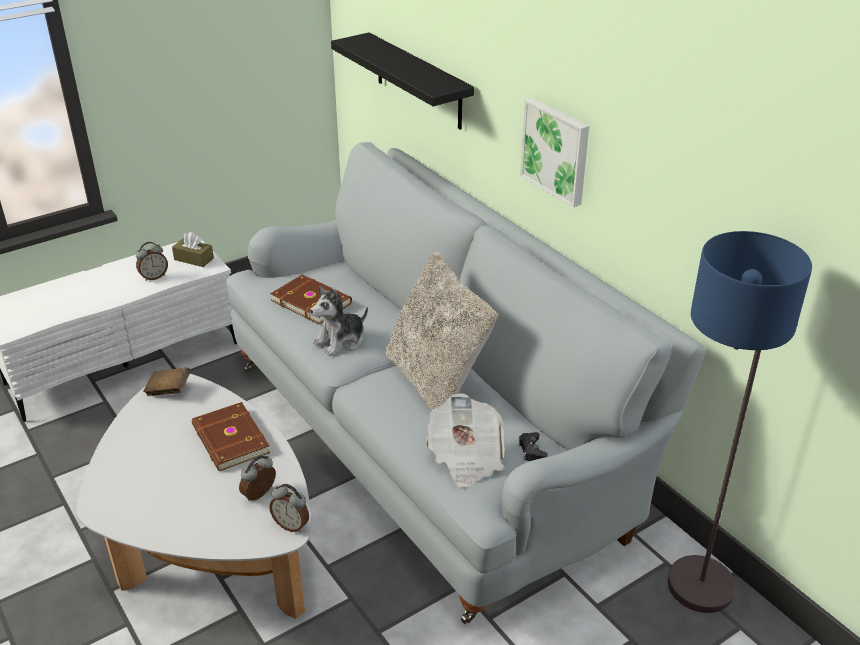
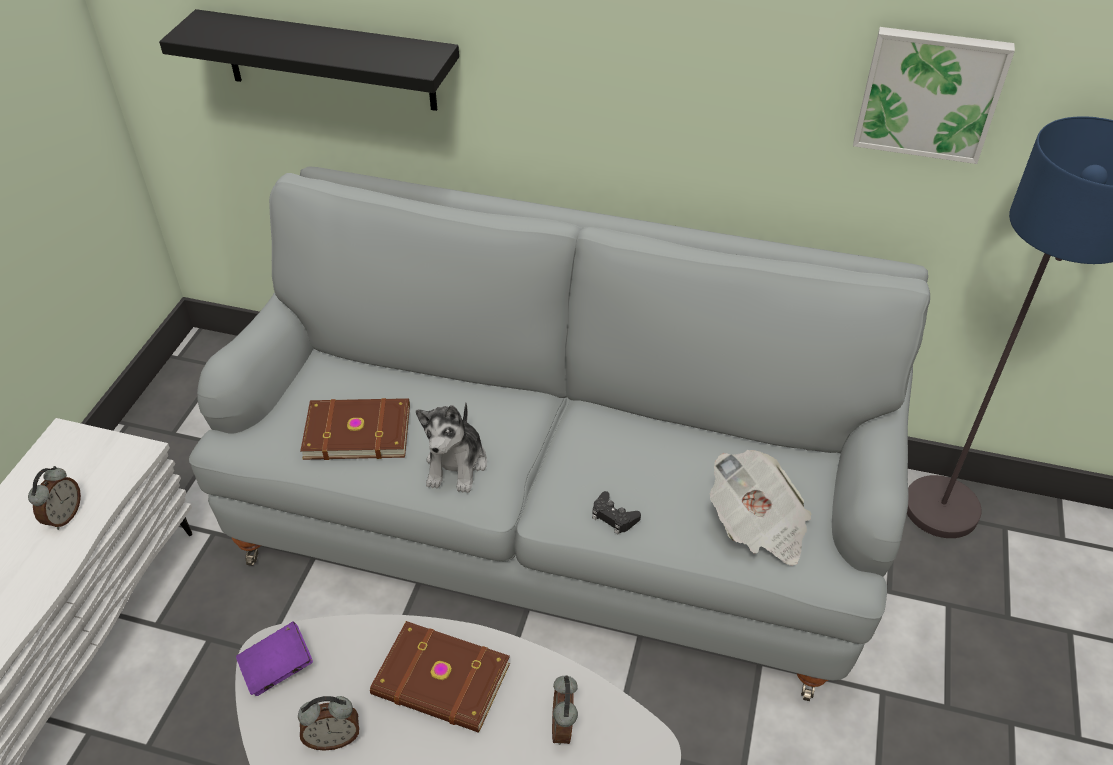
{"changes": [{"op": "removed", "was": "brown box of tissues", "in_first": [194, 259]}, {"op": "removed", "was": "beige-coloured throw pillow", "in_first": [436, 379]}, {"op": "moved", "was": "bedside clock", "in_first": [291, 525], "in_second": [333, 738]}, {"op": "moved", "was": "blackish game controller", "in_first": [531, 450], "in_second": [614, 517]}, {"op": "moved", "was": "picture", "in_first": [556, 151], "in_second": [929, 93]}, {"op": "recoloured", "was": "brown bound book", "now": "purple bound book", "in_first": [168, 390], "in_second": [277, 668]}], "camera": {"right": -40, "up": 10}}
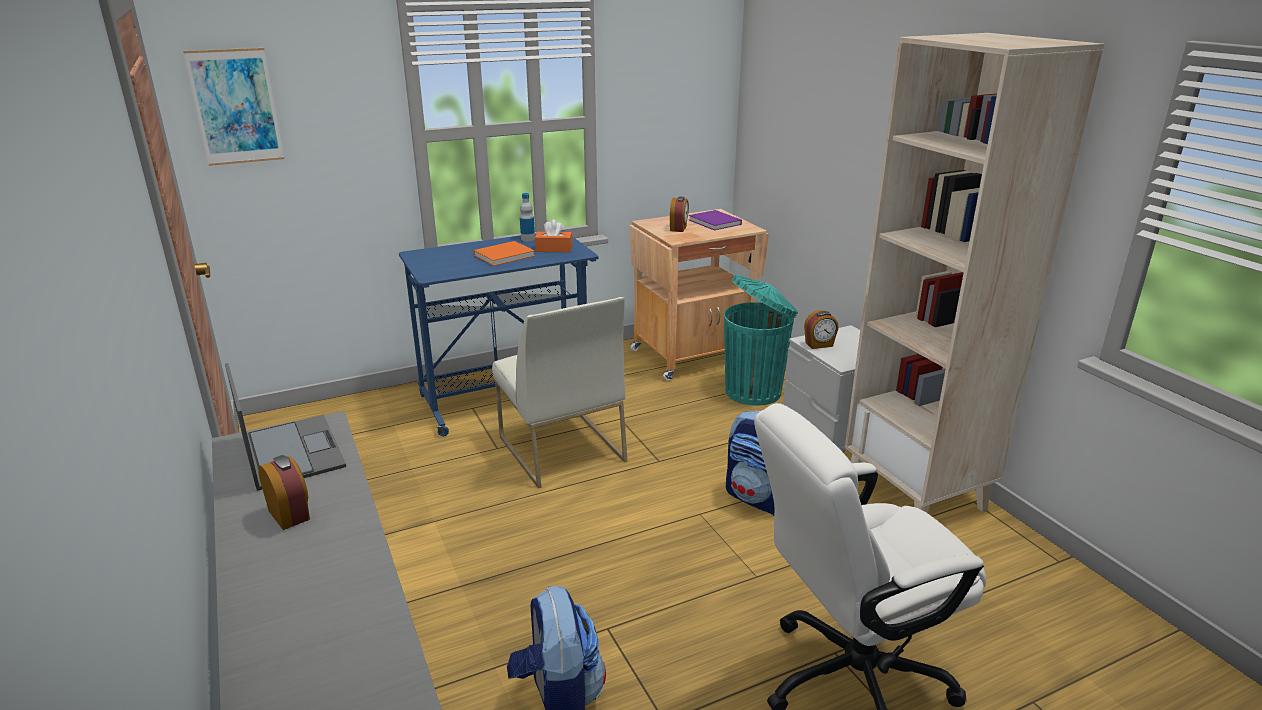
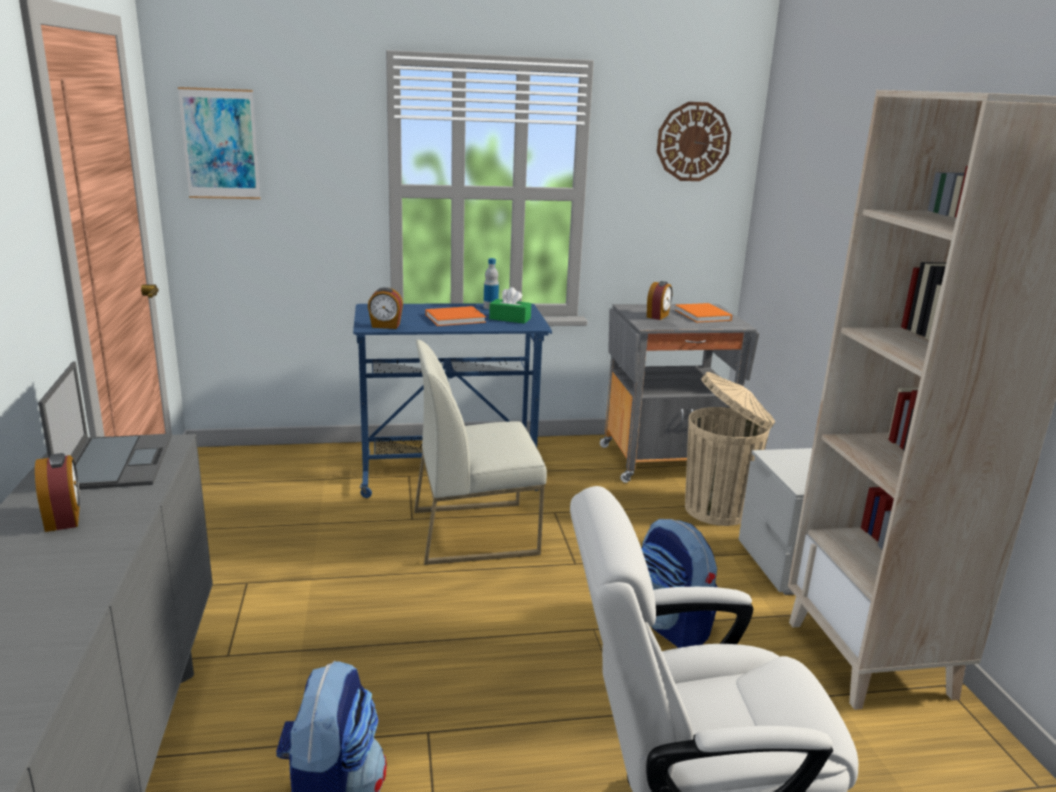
{"changes": [{"op": "added", "now": "wall clock", "in_second": [693, 142]}, {"op": "moved", "was": "bedside clock", "in_first": [819, 345], "in_second": [385, 326]}, {"op": "recoloured", "was": "orangey box of tissues", "now": "greenish box of tissues", "in_first": [554, 249], "in_second": [510, 319]}, {"op": "recoloured", "was": "brown wheeled cart", "now": "grey wheeled cart", "in_first": [692, 356], "in_second": [665, 462]}, {"op": "recoloured", "was": "purple bound book", "now": "orangey bound book", "in_first": [715, 222], "in_second": [703, 315]}, {"op": "recoloured", "was": "turquoise waste bin", "now": "beige-coloured waste bin", "in_first": [755, 391], "in_second": [719, 510]}, {"op": "turned", "was": "white upright chair", "in_first": [560, 449], "in_second": [475, 531], "clockwise": 90}], "camera": {"right": 15, "up": -5}}
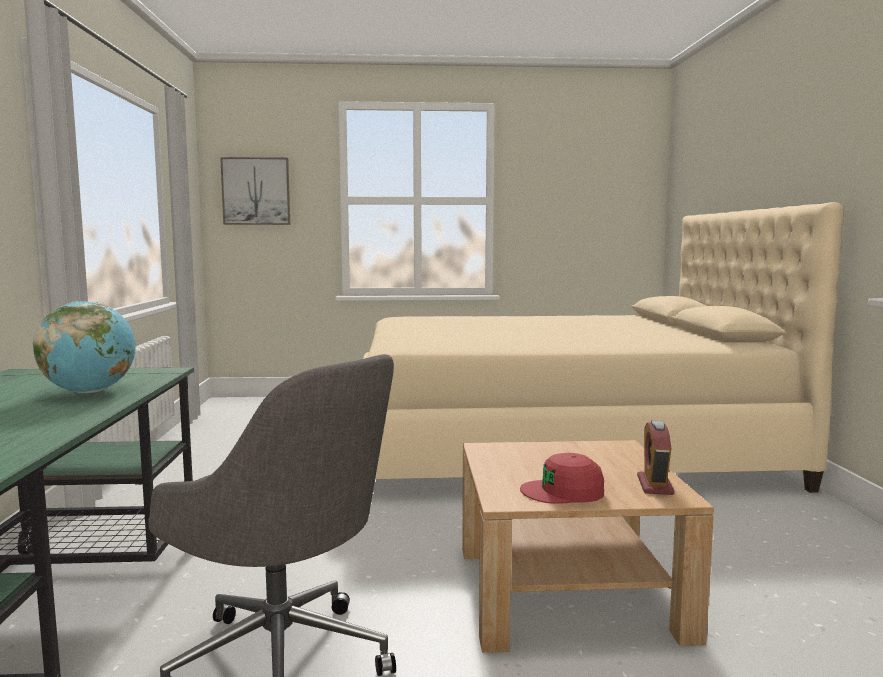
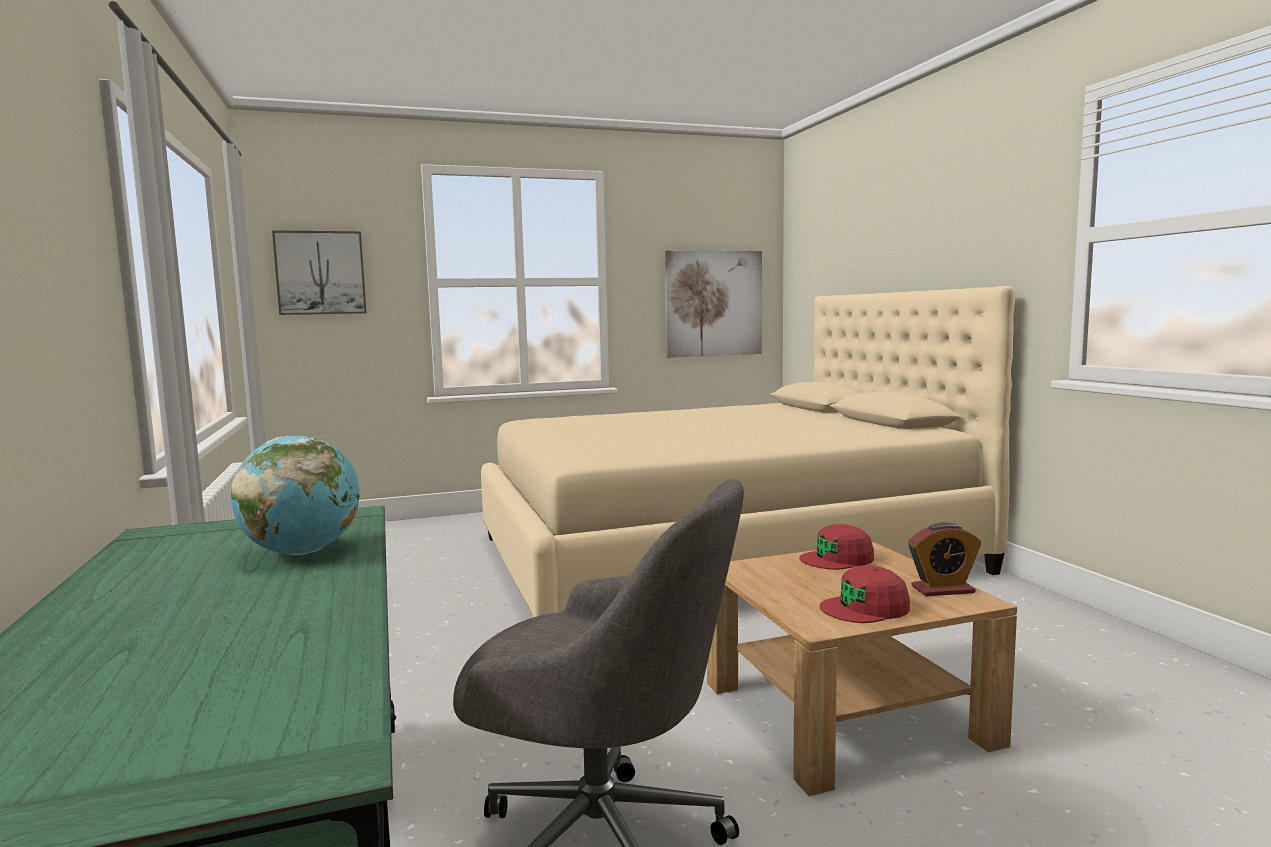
{"changes": [{"op": "added", "now": "picture", "in_second": [713, 303]}, {"op": "added", "now": "reddish cap", "in_second": [837, 559]}, {"op": "turned", "was": "bedside clock", "in_first": [655, 485], "in_second": [942, 590], "clockwise": -90}], "camera": {"right": -15, "up": 0}}
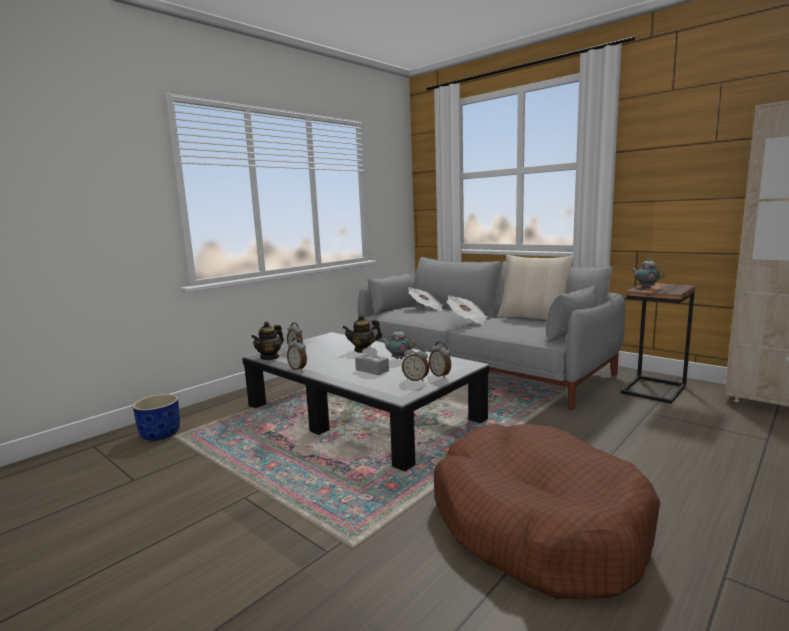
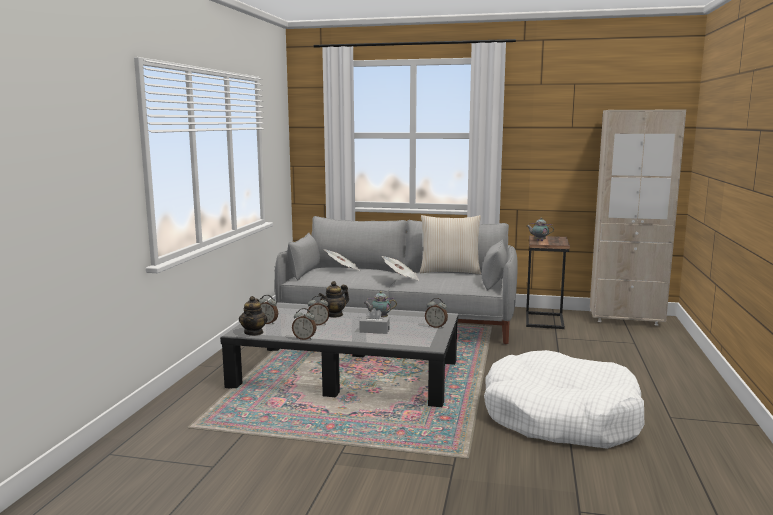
{"changes": [{"op": "removed", "was": "blue plant pot", "in_first": [161, 434]}, {"op": "moved", "was": "bedside clock", "in_first": [416, 379], "in_second": [318, 324]}, {"op": "recoloured", "was": "brown dog cushion", "now": "white dog cushion", "in_first": [536, 525], "in_second": [560, 417]}], "camera": {"right": -30, "up": 0}}
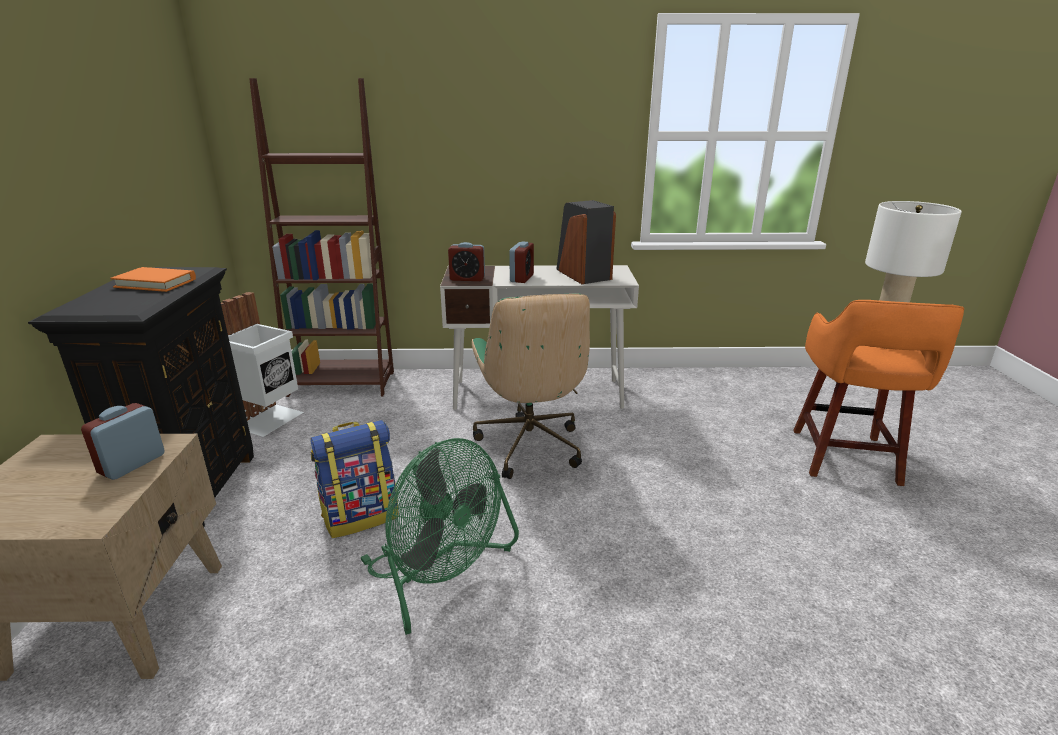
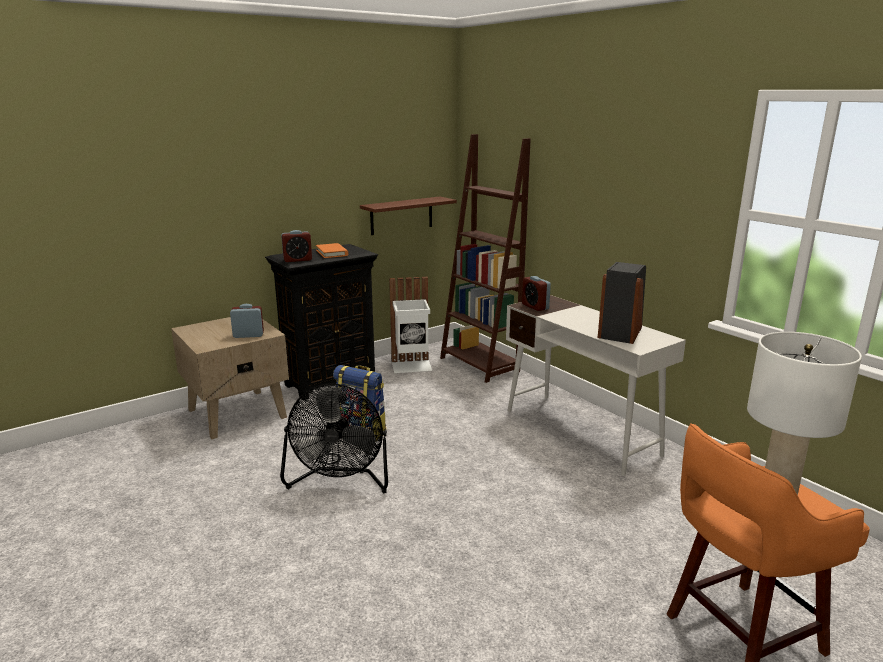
{"changes": [{"op": "removed", "was": "greenish computer chair", "in_first": [529, 450]}, {"op": "added", "now": "brown wall shelf", "in_second": [401, 215]}, {"op": "moved", "was": "bedside clock", "in_first": [521, 278], "in_second": [297, 260]}, {"op": "recoloured", "was": "greenish fan", "now": "blackish fan", "in_first": [437, 577], "in_second": [337, 478]}], "camera": {"right": 55, "up": -5}}
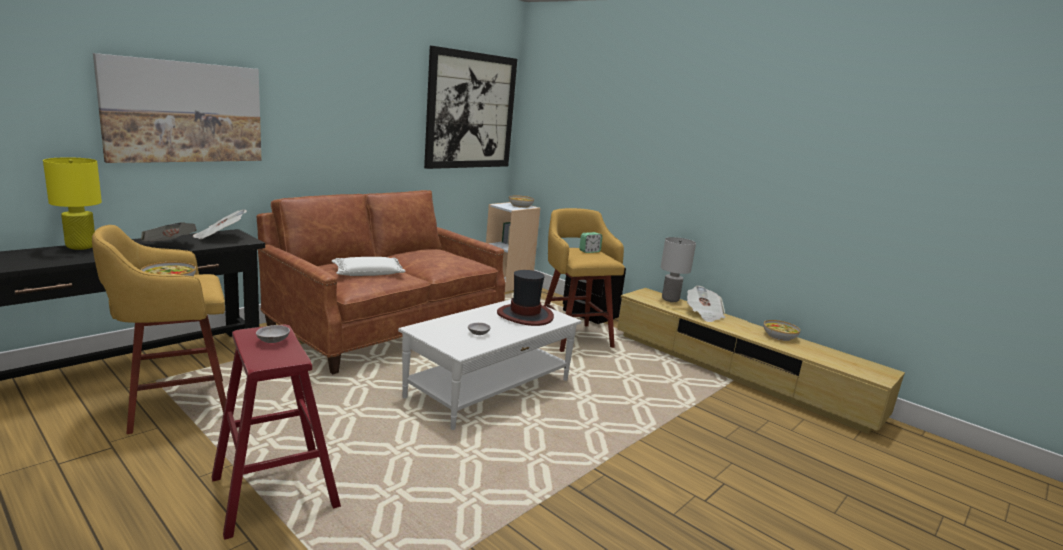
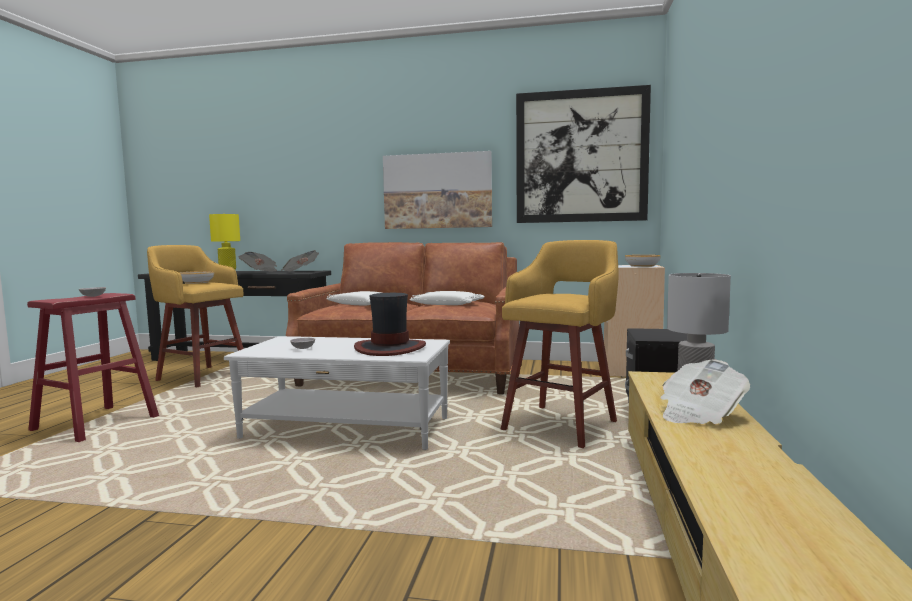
{"changes": [{"op": "removed", "was": "bedside clock", "in_first": [589, 251]}, {"op": "removed", "was": "bowl", "in_first": [779, 336]}, {"op": "added", "now": "white throw pillow", "in_second": [447, 303]}, {"op": "moved", "was": "picture", "in_first": [184, 112], "in_second": [437, 191]}], "camera": {"right": 60, "up": -10}}
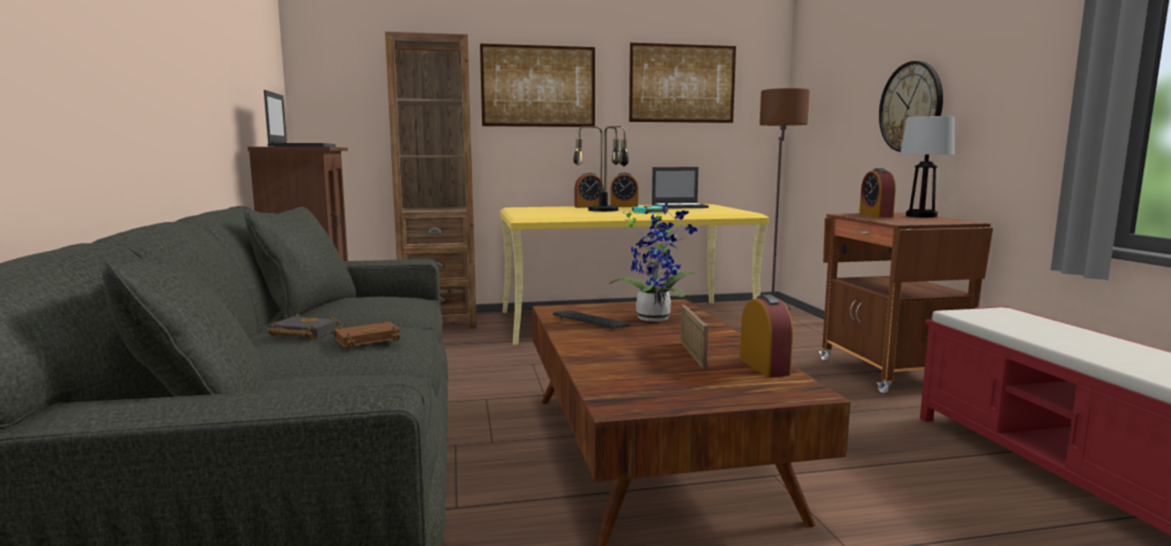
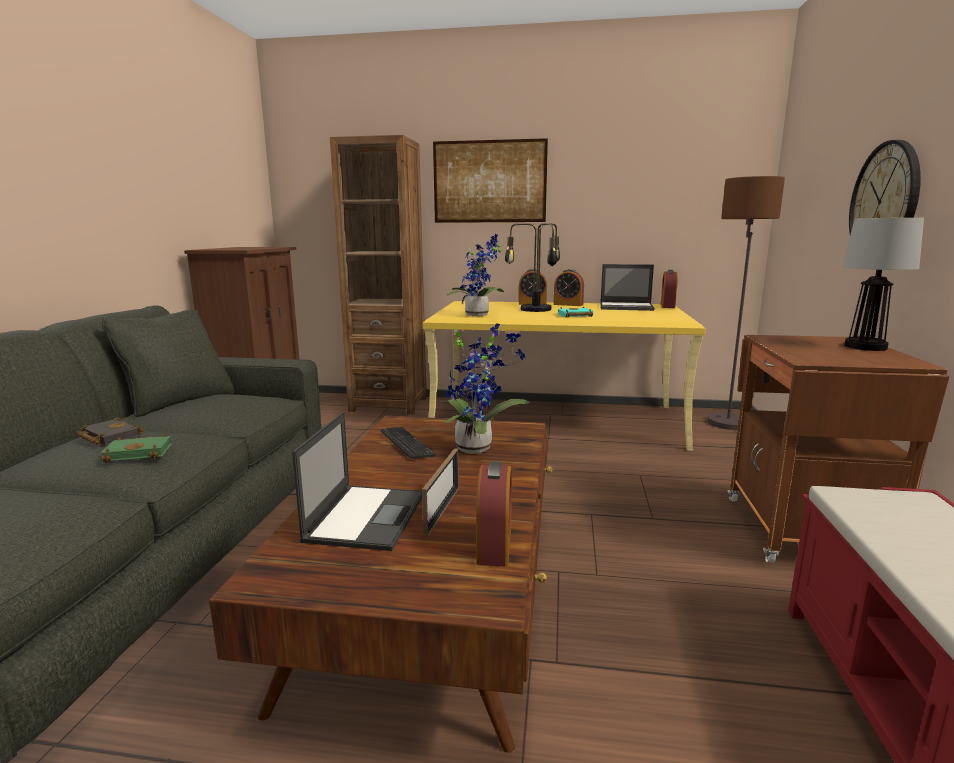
{"changes": [{"op": "removed", "was": "picture", "in_first": [682, 83]}, {"op": "added", "now": "potted plant", "in_second": [479, 315]}, {"op": "moved", "was": "notebook computer", "in_first": [303, 146], "in_second": [366, 516]}, {"op": "moved", "was": "bedside clock", "in_first": [875, 215], "in_second": [667, 306]}, {"op": "recoloured", "was": "brown bound book", "now": "greenish bound book", "in_first": [368, 339], "in_second": [141, 452]}], "camera": {"right": 20, "up": 5}}
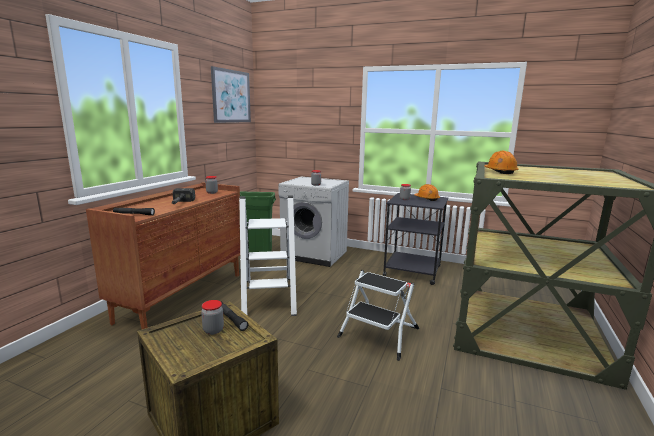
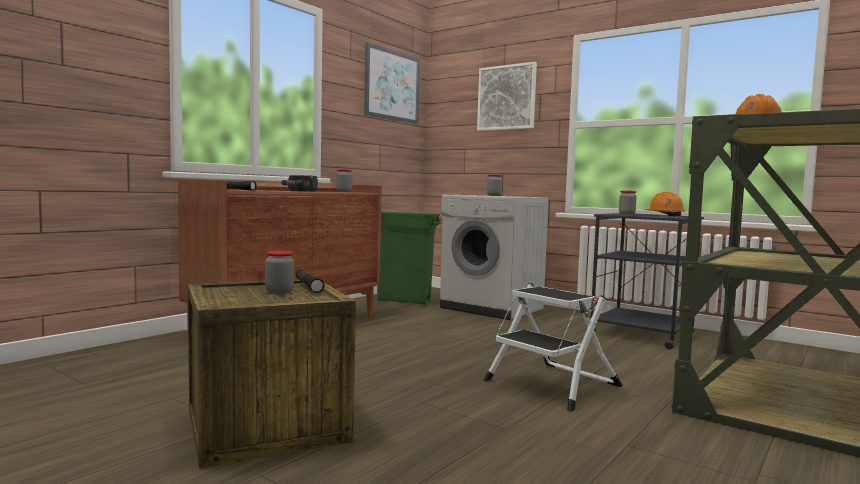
{"changes": [{"op": "removed", "was": "white stepladder", "in_first": [269, 295]}, {"op": "added", "now": "picture", "in_second": [507, 97]}], "camera": {"right": 15, "up": -10}}
